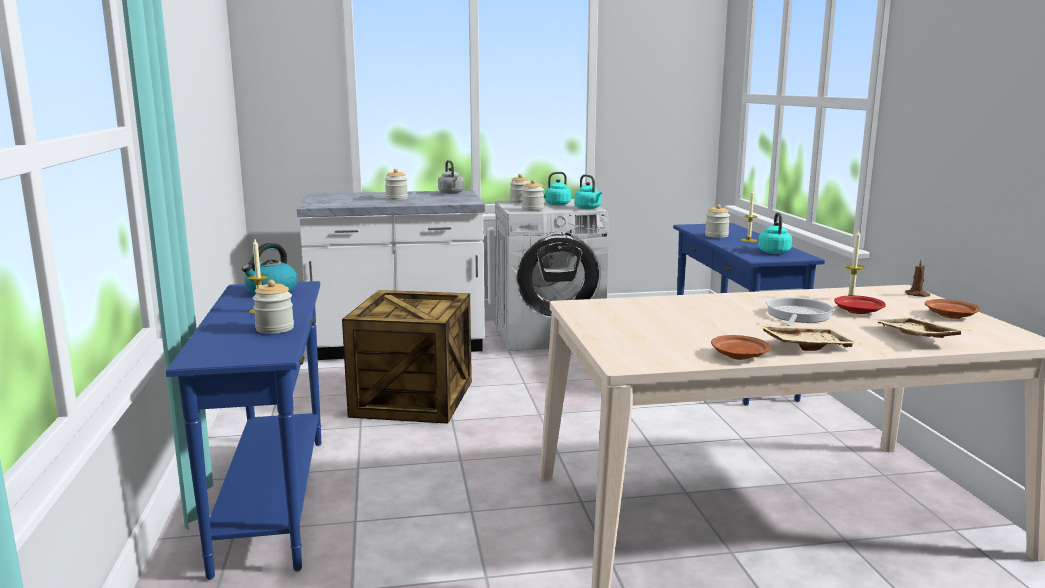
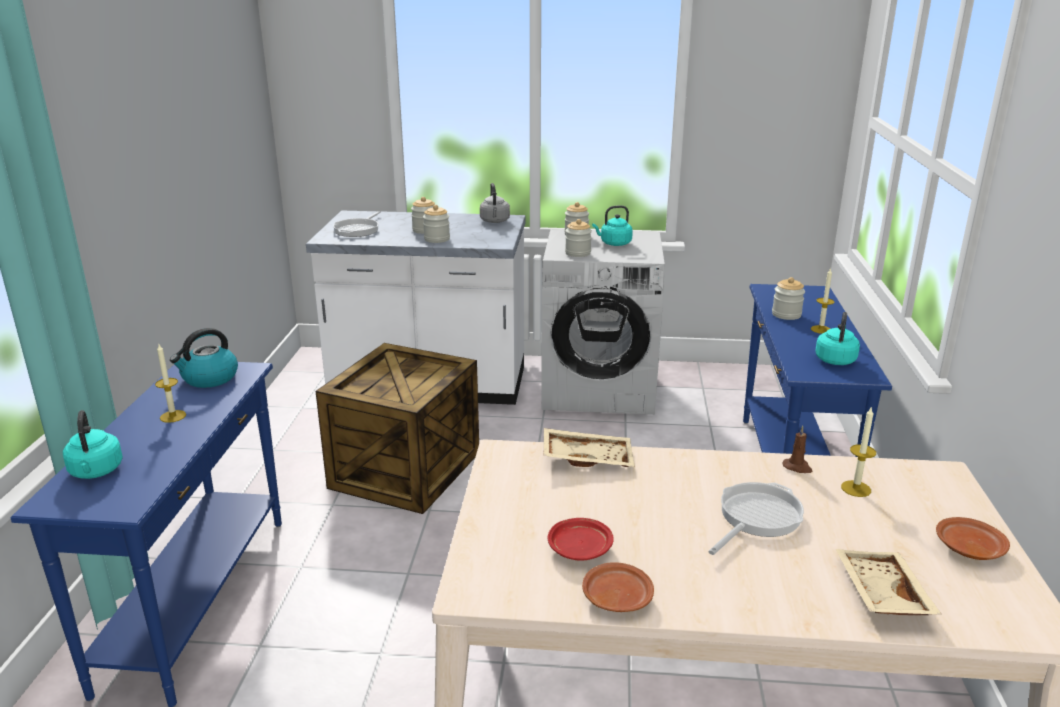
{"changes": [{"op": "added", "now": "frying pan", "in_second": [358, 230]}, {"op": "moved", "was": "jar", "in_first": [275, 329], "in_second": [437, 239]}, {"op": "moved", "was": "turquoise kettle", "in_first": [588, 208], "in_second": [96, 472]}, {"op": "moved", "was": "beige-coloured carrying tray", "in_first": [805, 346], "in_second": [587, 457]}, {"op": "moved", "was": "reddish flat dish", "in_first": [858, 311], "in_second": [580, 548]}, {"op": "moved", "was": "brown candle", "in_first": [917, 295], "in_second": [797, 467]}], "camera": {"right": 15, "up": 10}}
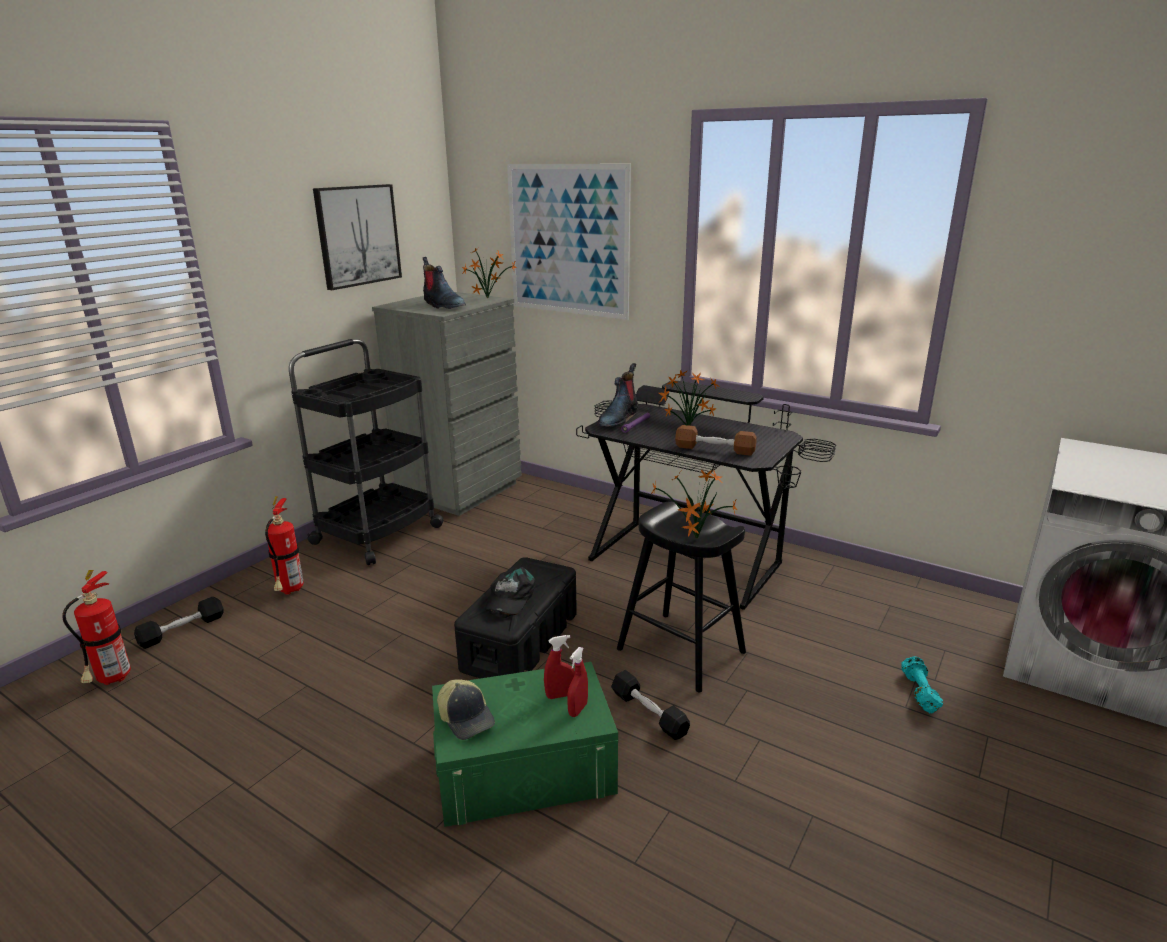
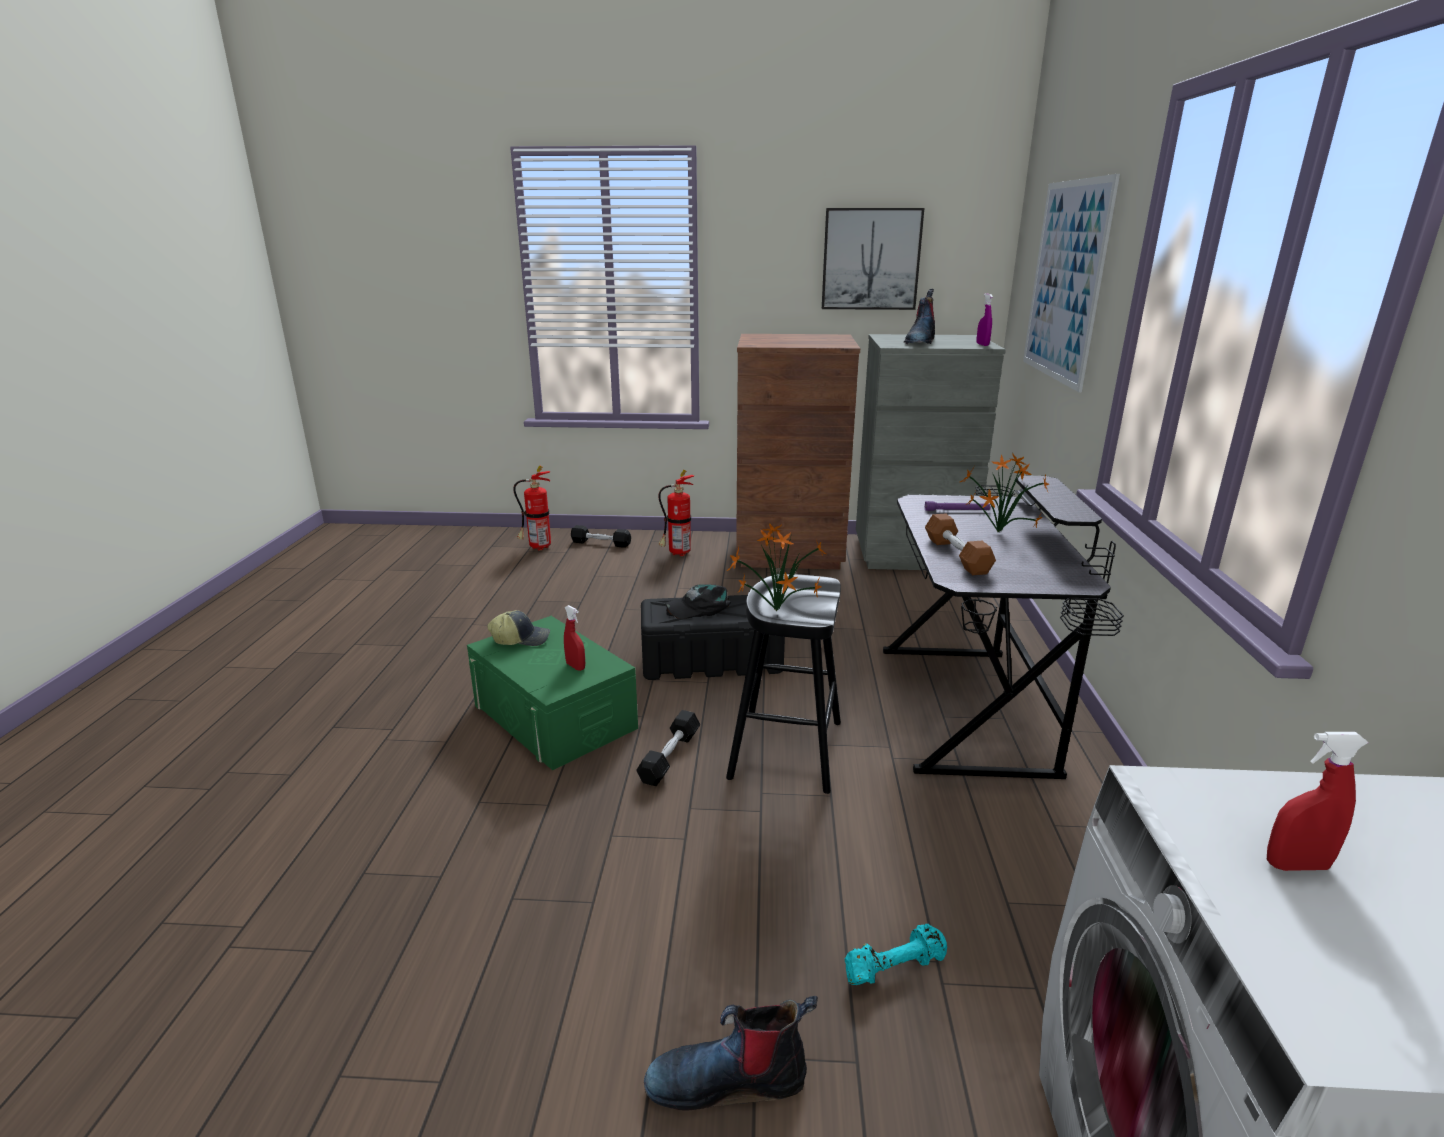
{"changes": [{"op": "moved", "was": "reddish hand sprayer", "in_first": [578, 709], "in_second": [1296, 865]}, {"op": "moved", "was": "high-top boot", "in_first": [618, 418], "in_second": [729, 1079]}, {"op": "replaced", "was": "blackish wheeled cart", "now": "brown drawer chest", "in_first": [378, 534], "in_second": [790, 551]}, {"op": "replaced", "was": "potted plant", "now": "purple hand sprayer", "in_first": [488, 298], "in_second": [982, 345]}, {"op": "turned", "was": "cap", "in_first": [467, 718], "in_second": [521, 639], "clockwise": -120}], "camera": {"right": 60, "up": 0}}
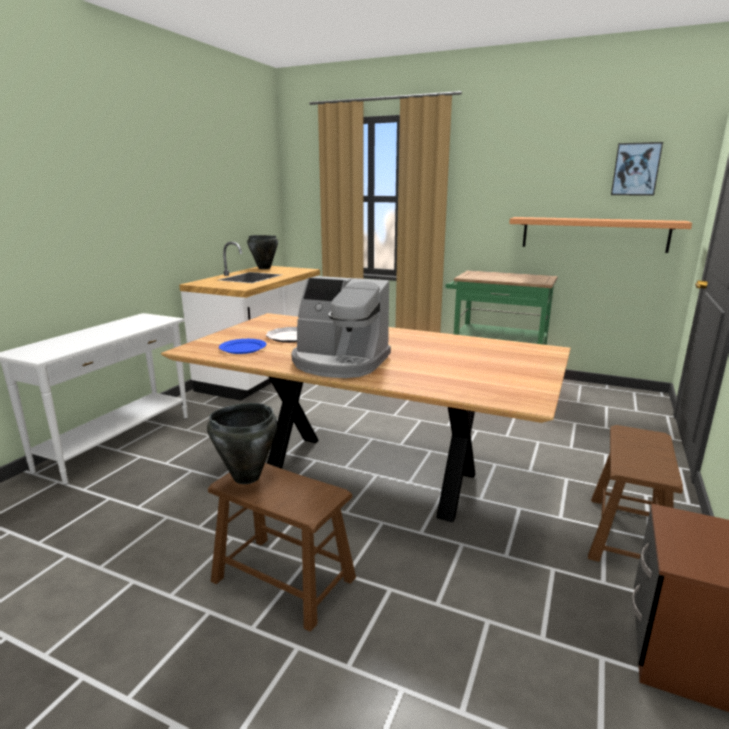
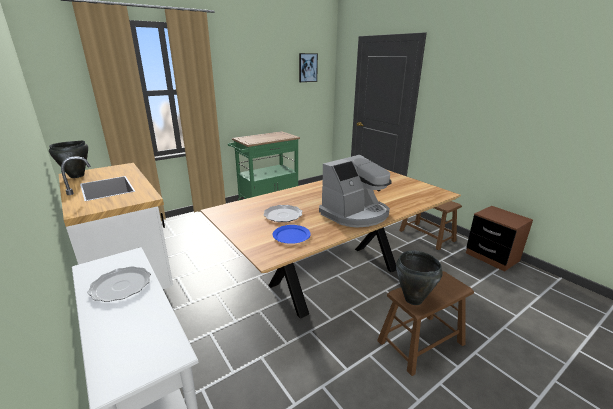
{"changes": [{"op": "removed", "was": "wall shelf", "in_first": [593, 234]}, {"op": "added", "now": "flat dish", "in_second": [121, 285]}], "camera": {"right": -60, "up": 5}}
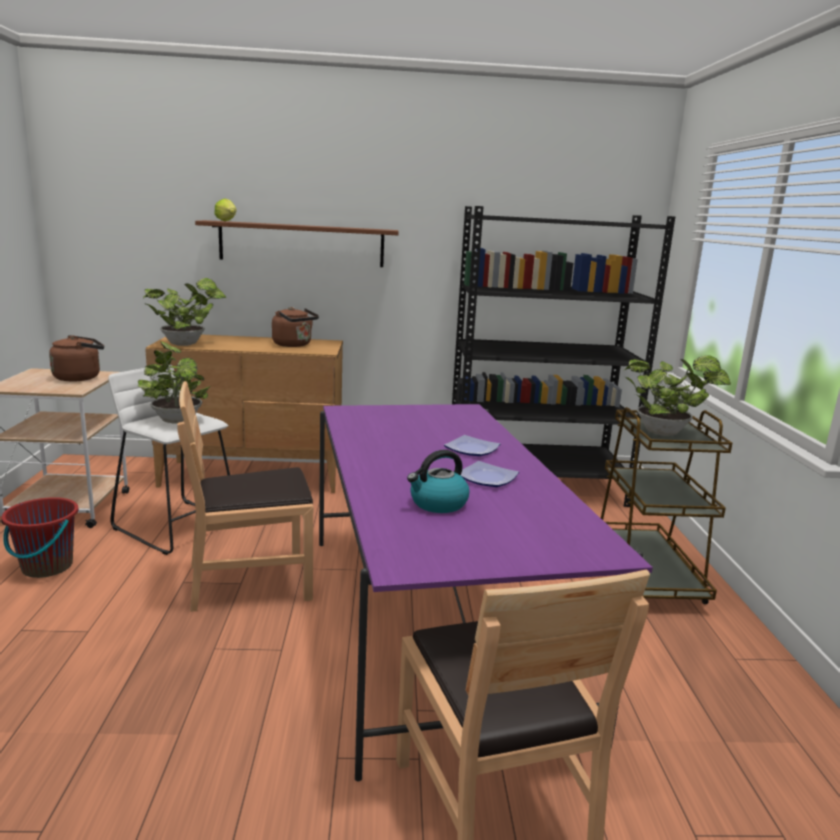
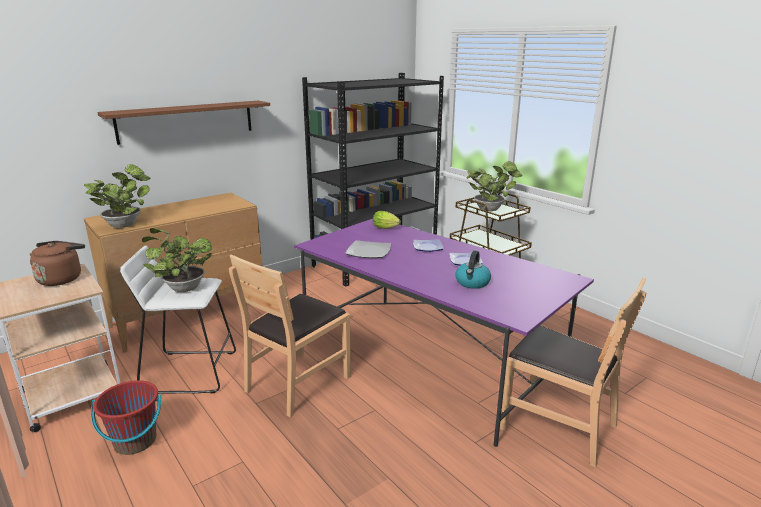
{"changes": [{"op": "removed", "was": "brown kettle", "in_first": [294, 345]}, {"op": "added", "now": "flat dish", "in_second": [369, 251]}, {"op": "moved", "was": "lettuce head", "in_first": [227, 221], "in_second": [387, 228]}], "camera": {"right": -35, "up": 5}}
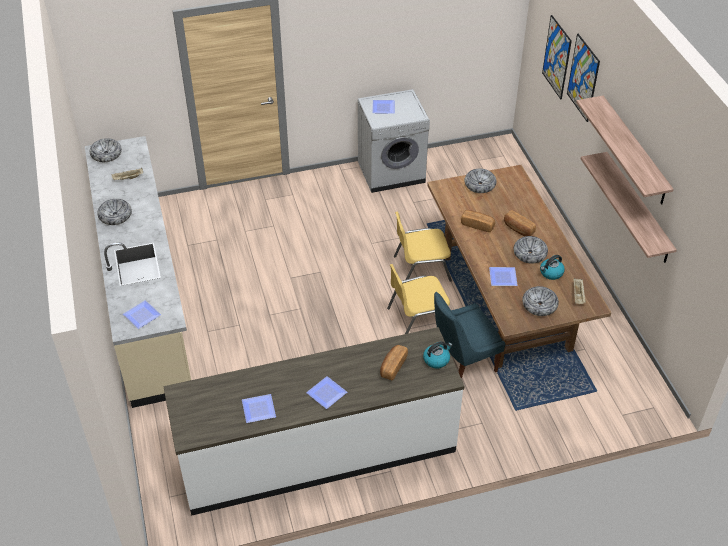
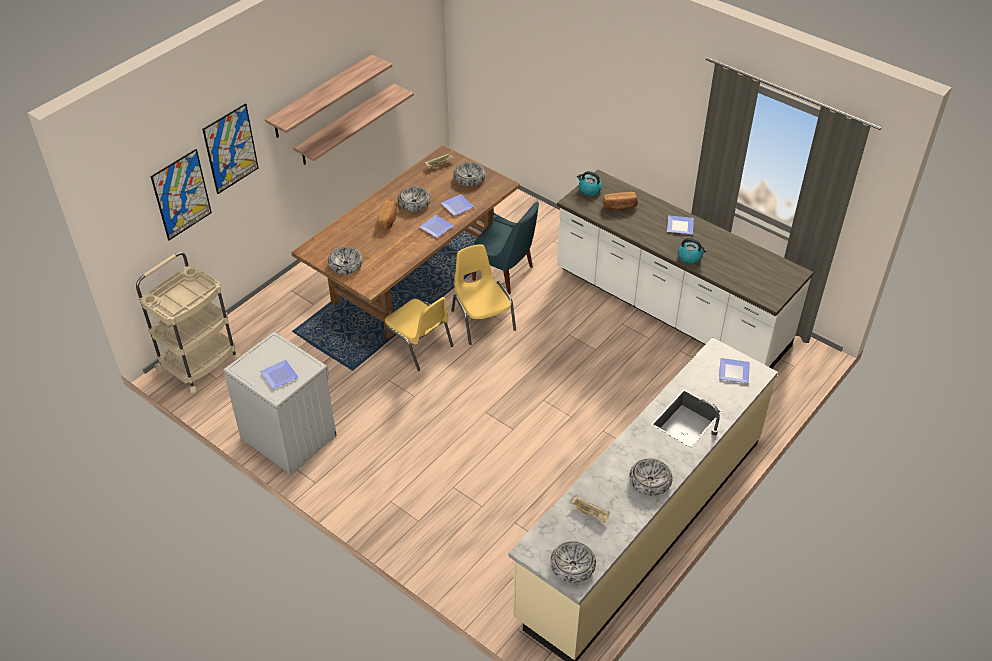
{"changes": [{"op": "removed", "was": "bread", "in_first": [477, 225]}, {"op": "added", "now": "beige-coloured wheeled cart", "in_second": [200, 364]}, {"op": "moved", "was": "flat dish", "in_first": [257, 409], "in_second": [436, 228]}, {"op": "moved", "was": "kettle", "in_first": [551, 273], "in_second": [690, 257]}, {"op": "turned", "was": "yellow upright chair", "in_first": [417, 318], "in_second": [482, 320], "clockwise": -150}], "camera": {"right": -125, "up": 0}}
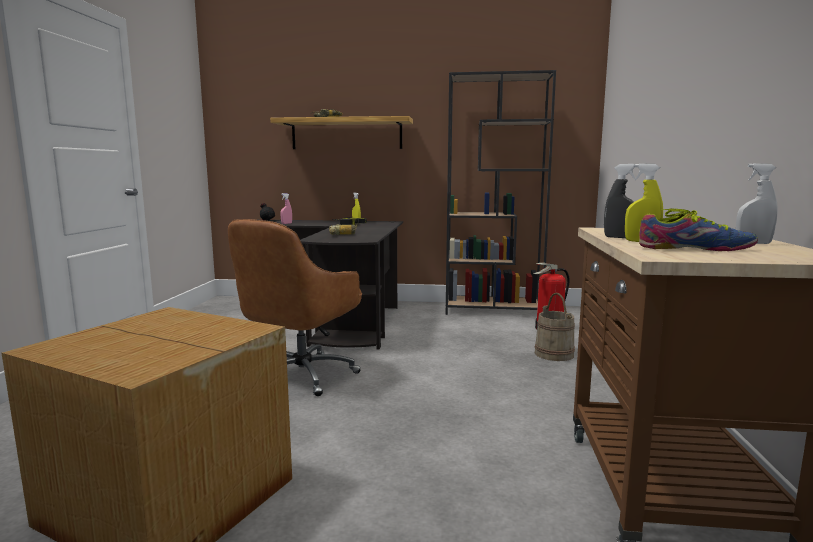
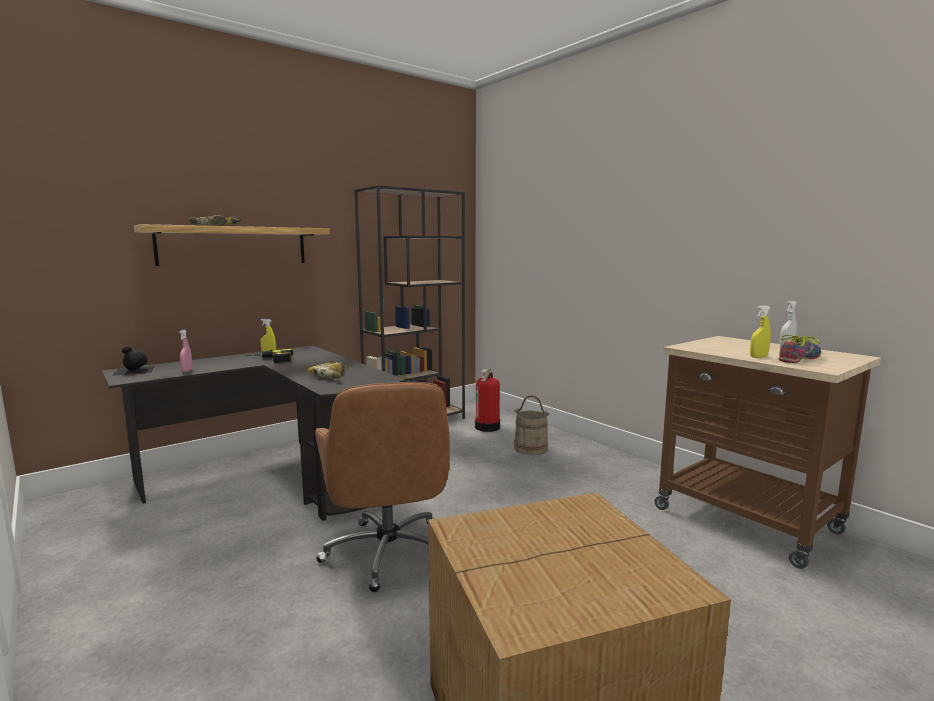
{"changes": [{"op": "removed", "was": "grey hand sprayer", "in_first": [619, 237]}], "camera": {"right": -45, "up": 0}}
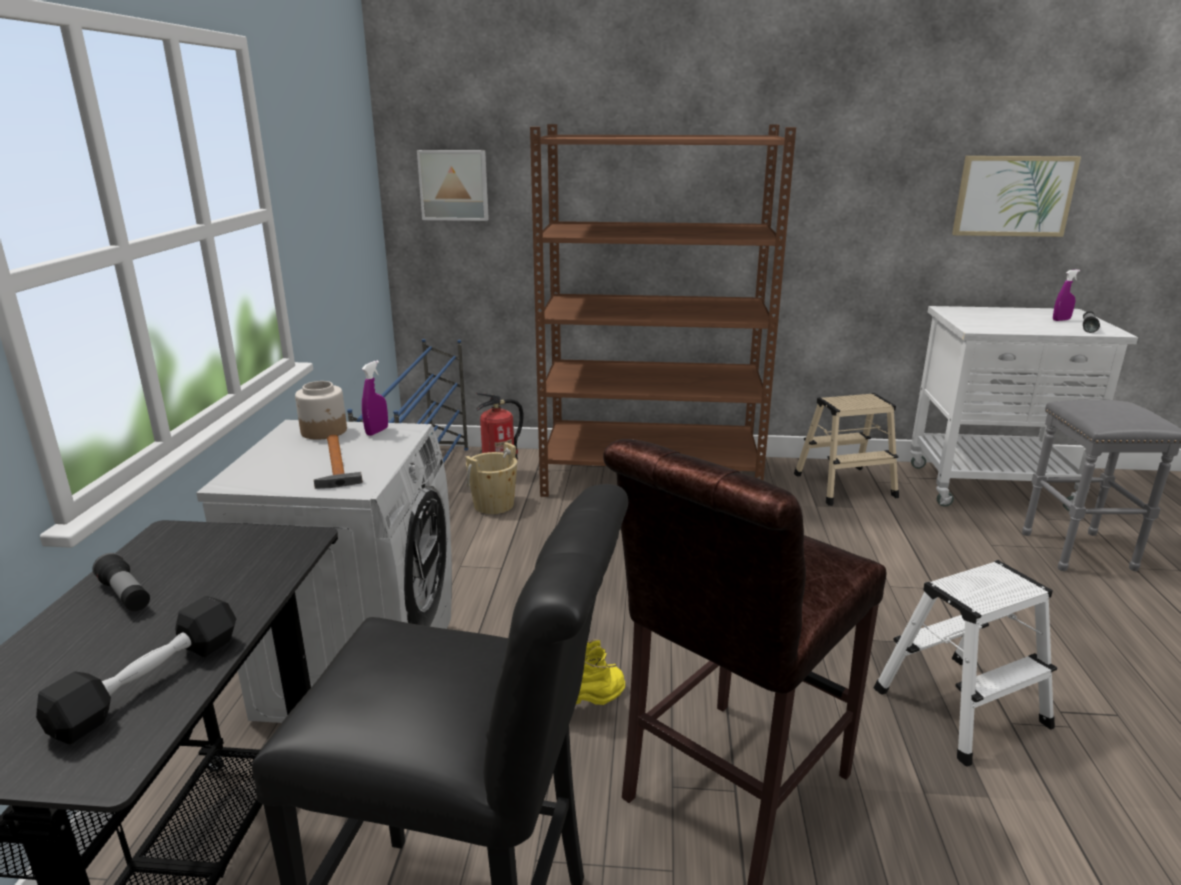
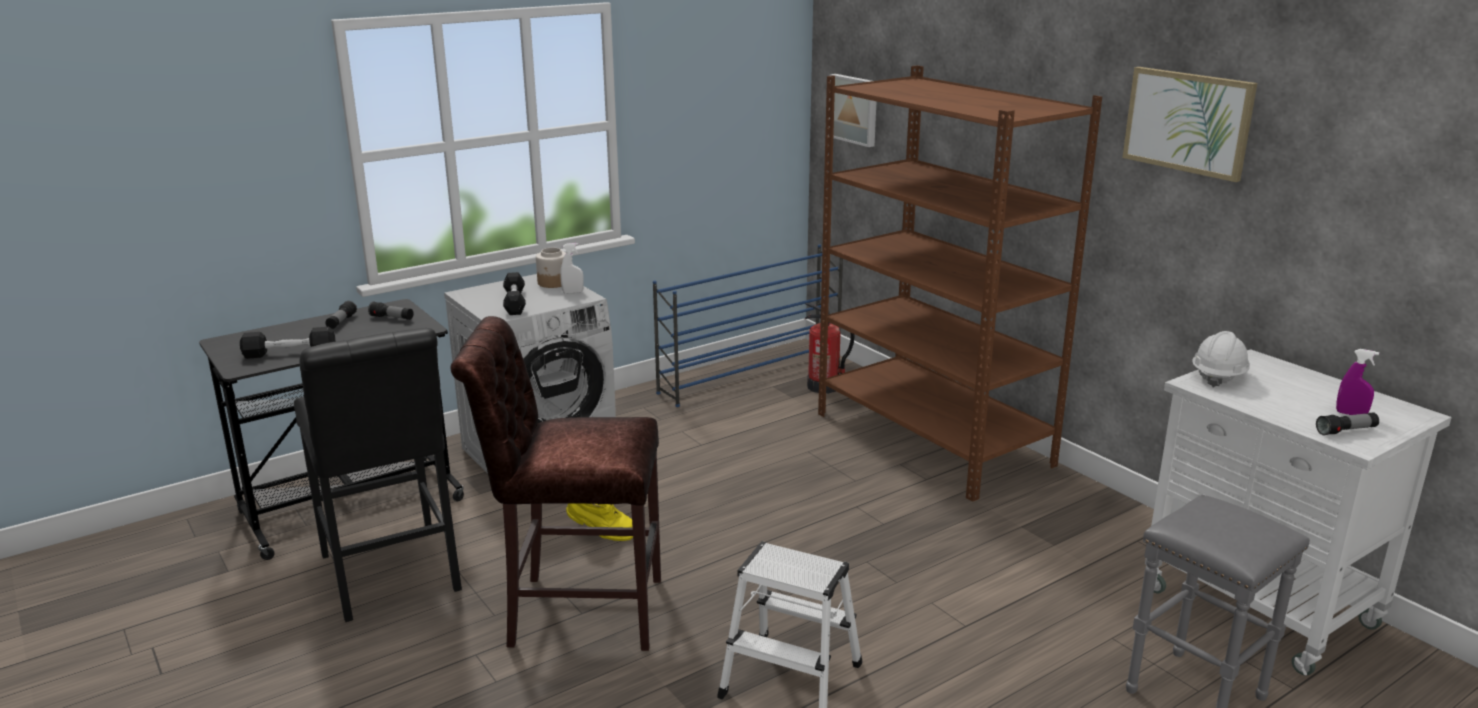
{"changes": [{"op": "removed", "was": "beige-coloured bucket", "in_first": [494, 505]}, {"op": "removed", "was": "beige-coloured stepladder", "in_first": [845, 485]}, {"op": "added", "now": "flashlight", "in_second": [392, 318]}, {"op": "added", "now": "white safety helmet", "in_second": [1218, 376]}, {"op": "moved", "was": "picture", "in_first": [1013, 196], "in_second": [1188, 122]}, {"op": "replaced", "was": "hammer", "now": "blackish dumbbell", "in_first": [336, 465], "in_second": [514, 302]}, {"op": "recoloured", "was": "purple hand sprayer", "now": "white hand sprayer", "in_first": [377, 431], "in_second": [573, 292]}], "camera": {"right": 50, "up": 0}}
